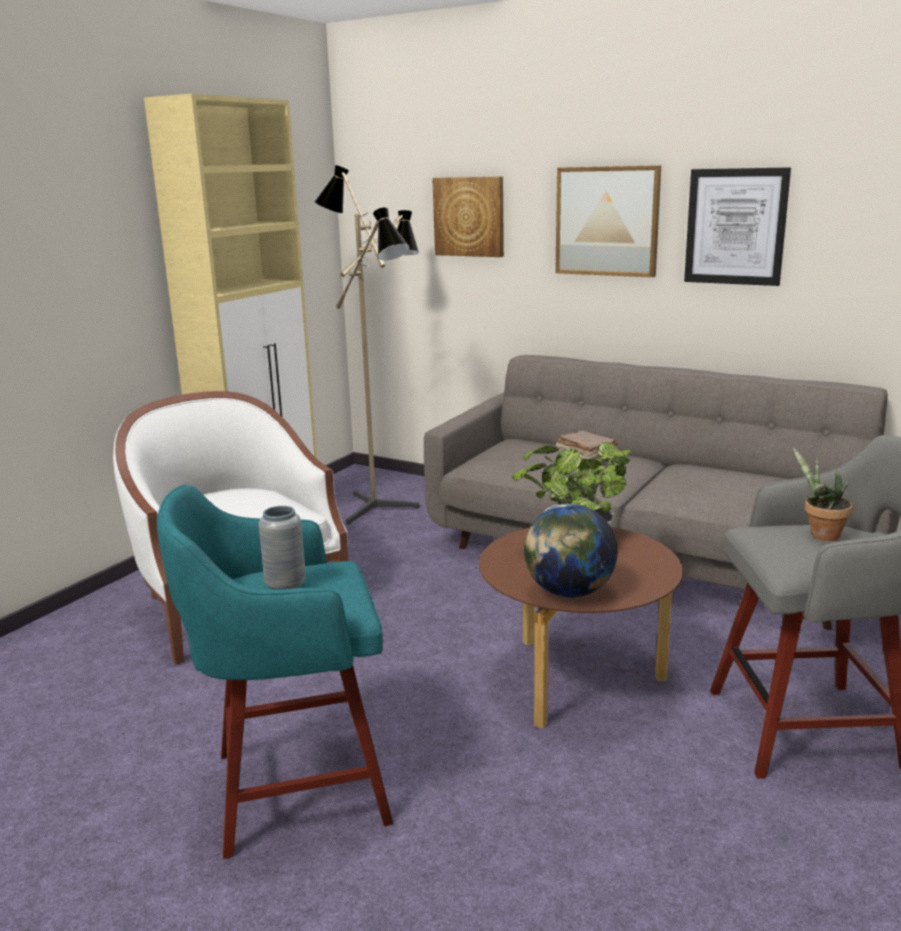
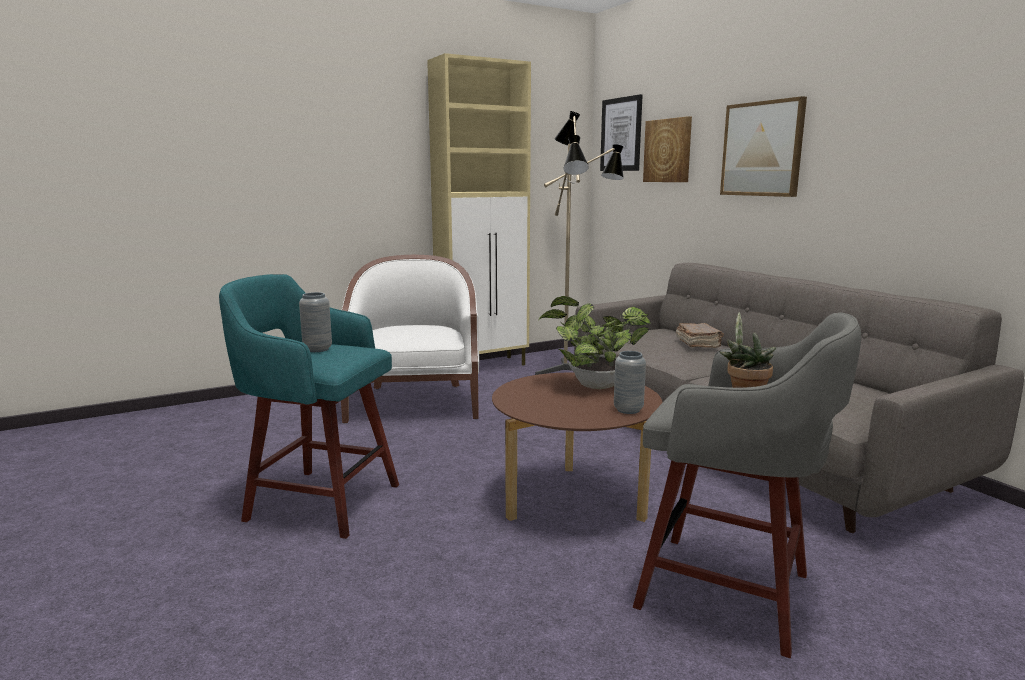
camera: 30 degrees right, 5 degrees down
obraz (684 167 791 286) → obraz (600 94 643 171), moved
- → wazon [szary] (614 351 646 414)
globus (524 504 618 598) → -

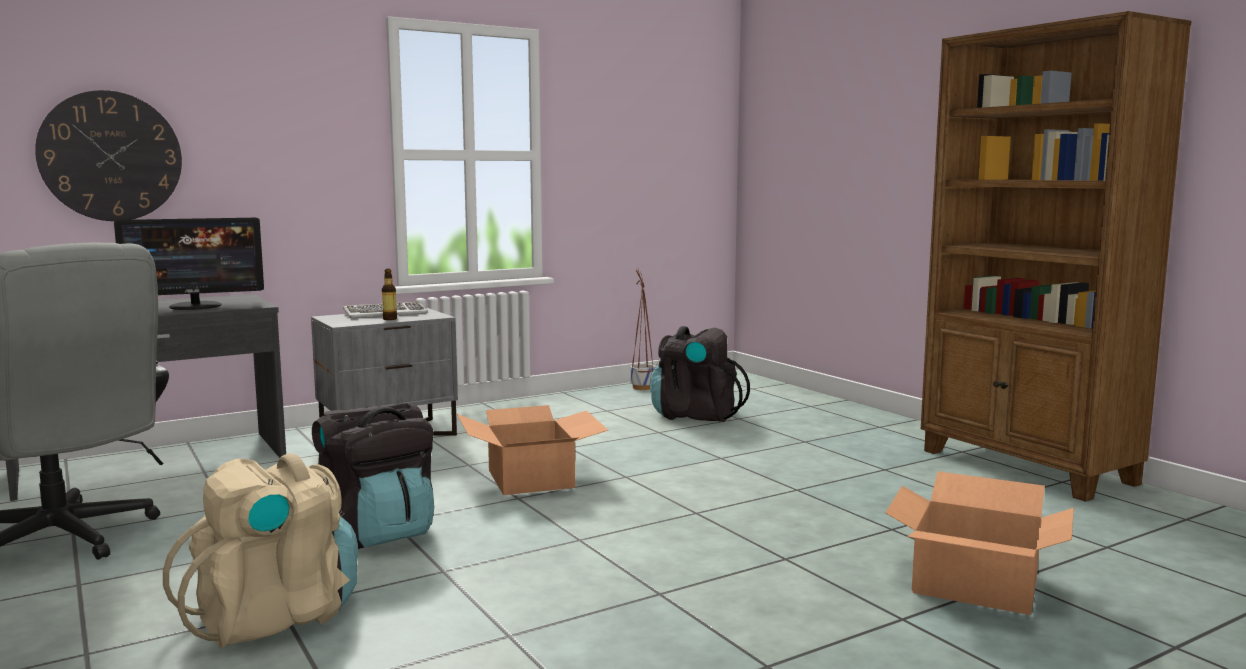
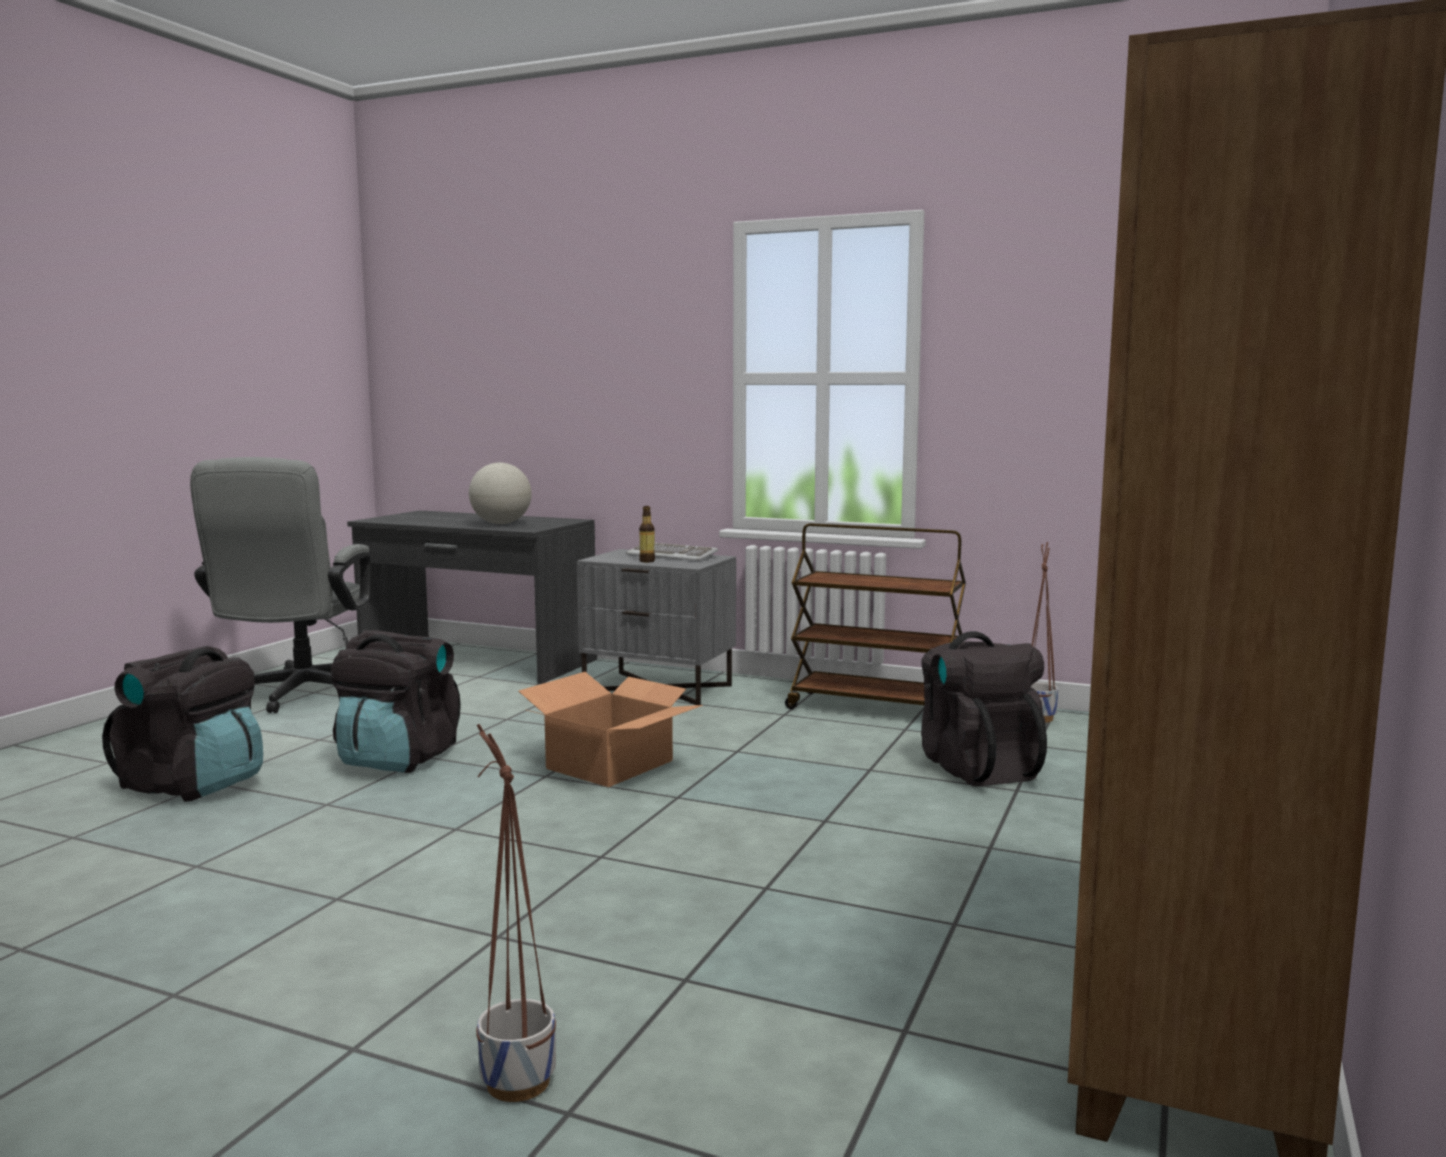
camera: 55 degrees right, 0 degrees up
plecak [beżowy] (163 453 358 648) → plecak [czarny] (102 646 263 802)
monitor (114 218 264 310) → globus (469 463 532 524)
karton (885 471 1074 615) → donica (476 724 556 1102)
- → wózek [brązowy] (785 523 966 709)
zegar ścienny (35 90 182 221) → -

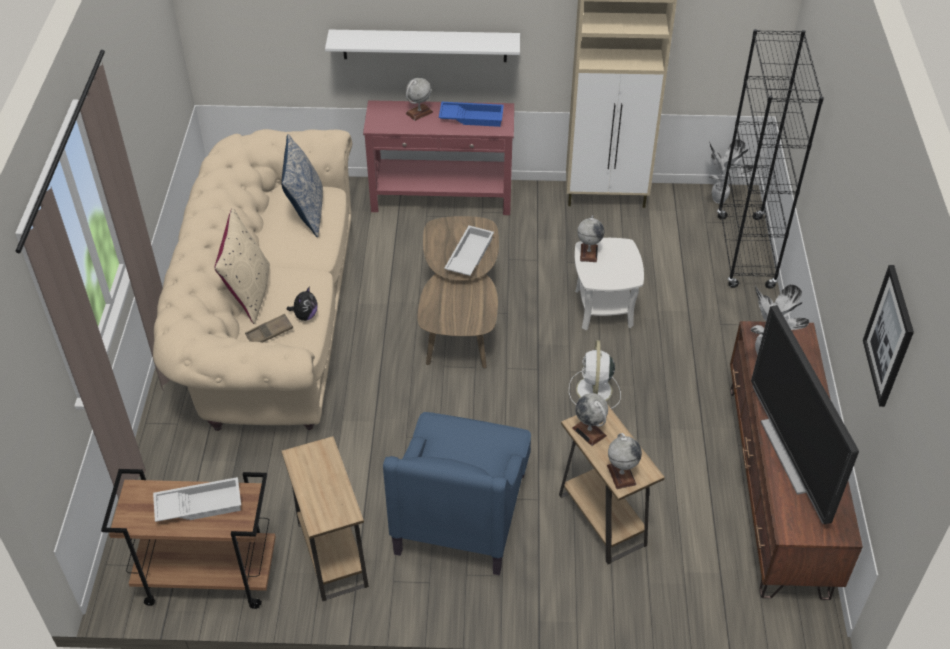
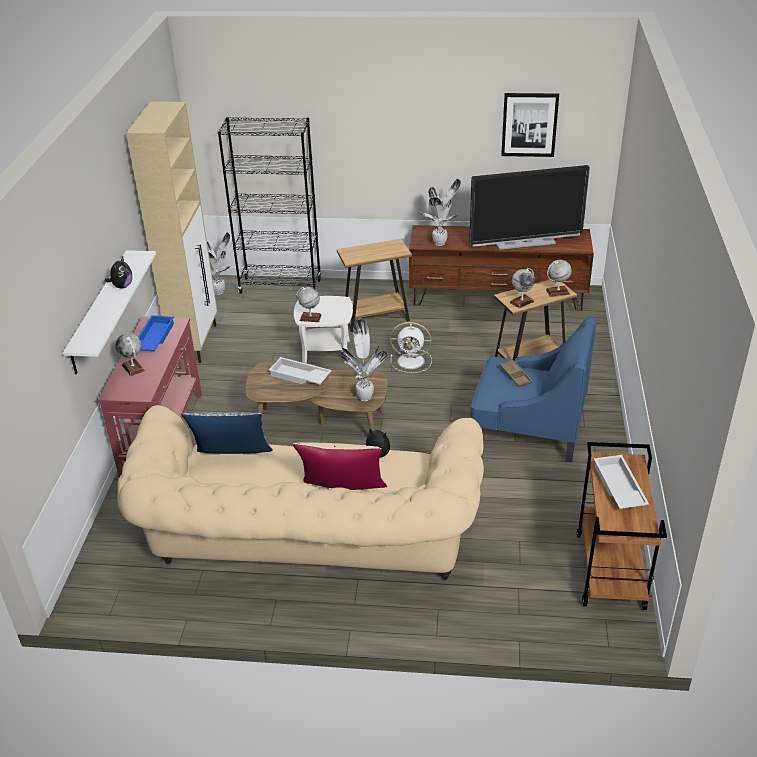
camera: 85 degrees left, 10 degrees down
- → pluszak (105 257 132 288)
stolik [brązowy] (281 436 369 601) → stolik [brązowy] (337 238 412 332), moved
- → roślina doniczkowa (340 319 388 401)
taca [brązowy] (245 314 293 343) → taca [brązowy] (499 360 532 387), moved

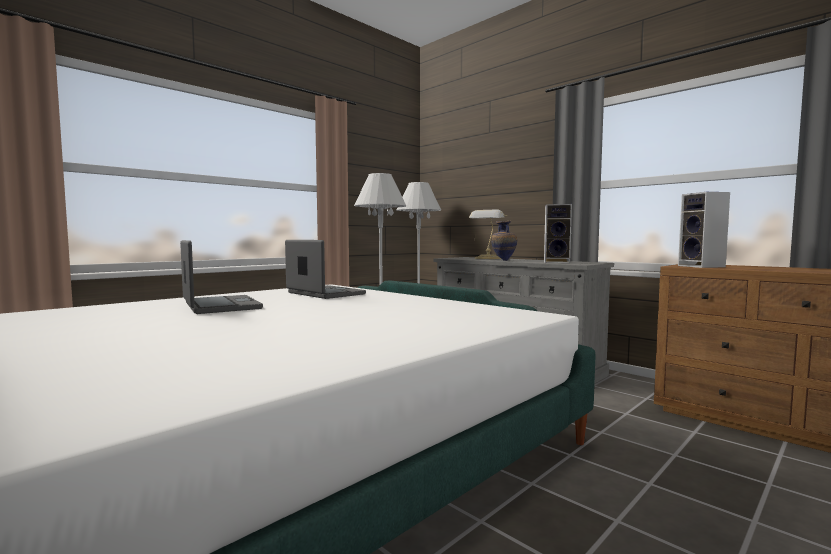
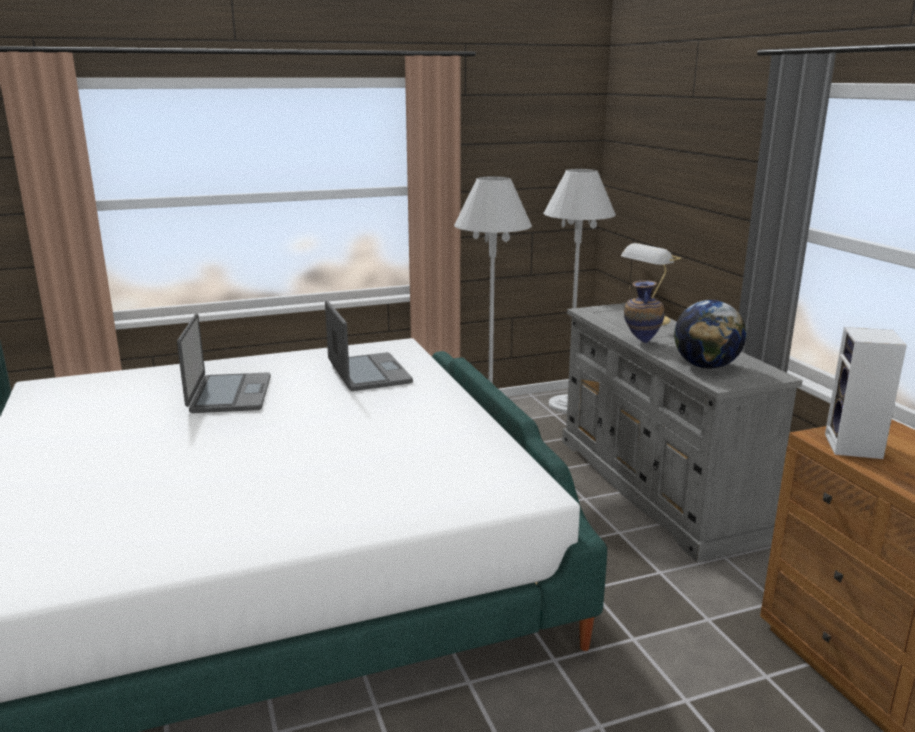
camera: 25 degrees right, 15 degrees up
głośnik (544 204 572 263) → globus (674 300 746 369)

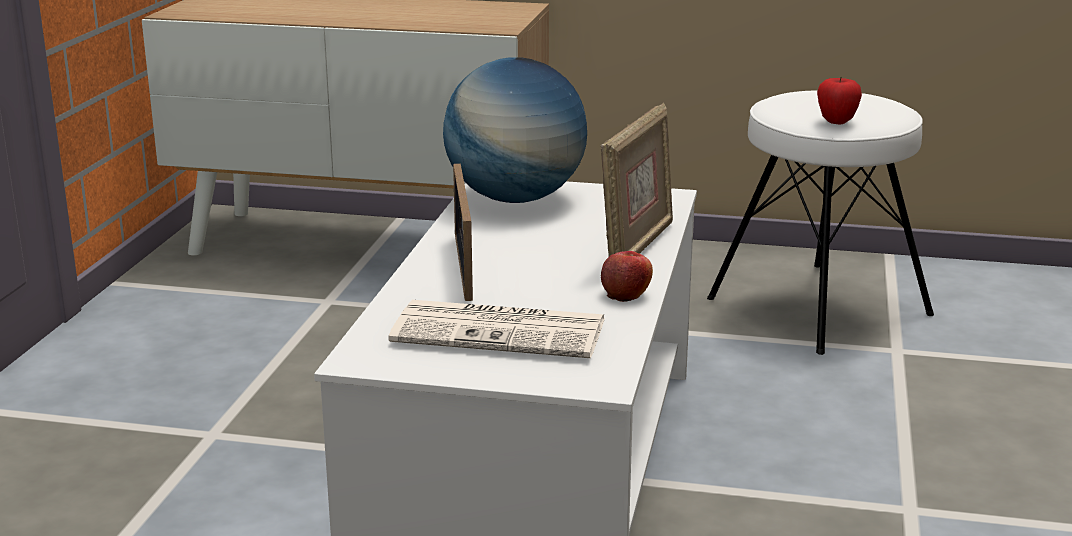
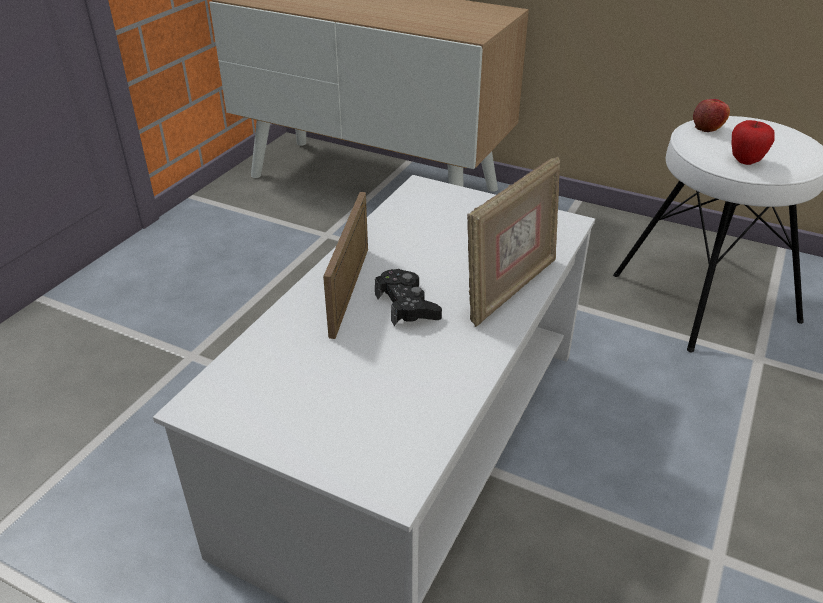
camera: 15 degrees right, 15 degrees up
- → pad do gier [czarny] (375 269 442 326)
jabłko (601 251 653 302) → jabłko (693 99 730 132), moved
gazeta (389 300 605 358) → -
globus (443 57 587 203) → -

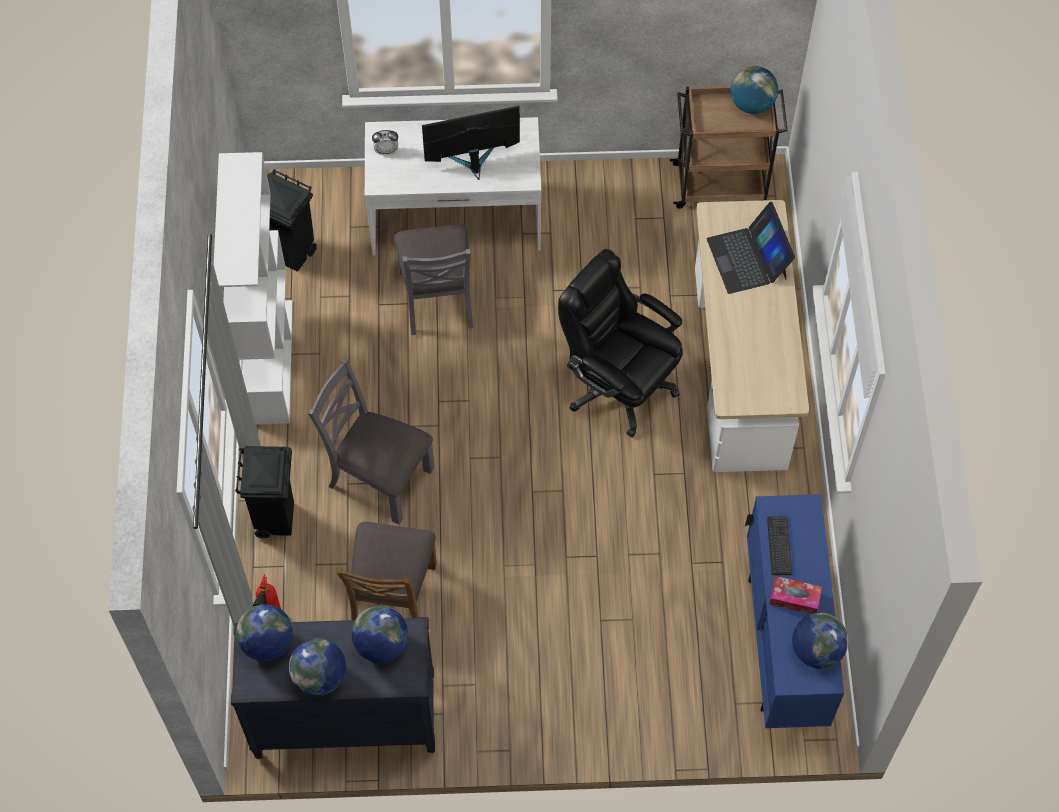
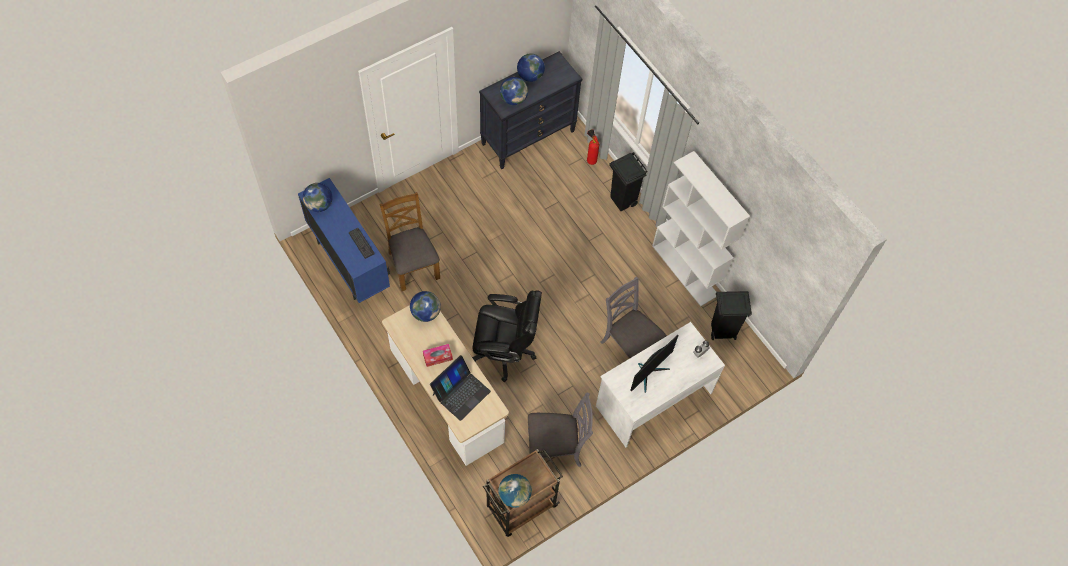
camera: 145 degrees right, 0 degrees up
krzesło [brązowy] (336 522 437 620) → krzesło [brązowy] (379 192 440 291), moved
globus (236 604 293 661) → globus (410 291 441 322), moved
pudełko chusteczek (769 576 822 614) → pudełko chusteczek (423 344 453 367), moved
laptop (707 202 795 294) → laptop (430 355 491 421), 90 degrees clockwise
krzesło [szary] (308 358 434 525) → krzesło [szary] (528 393 593 467), moved

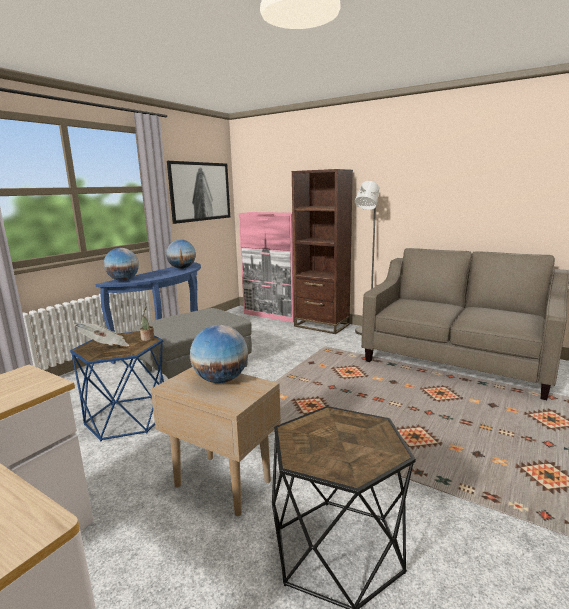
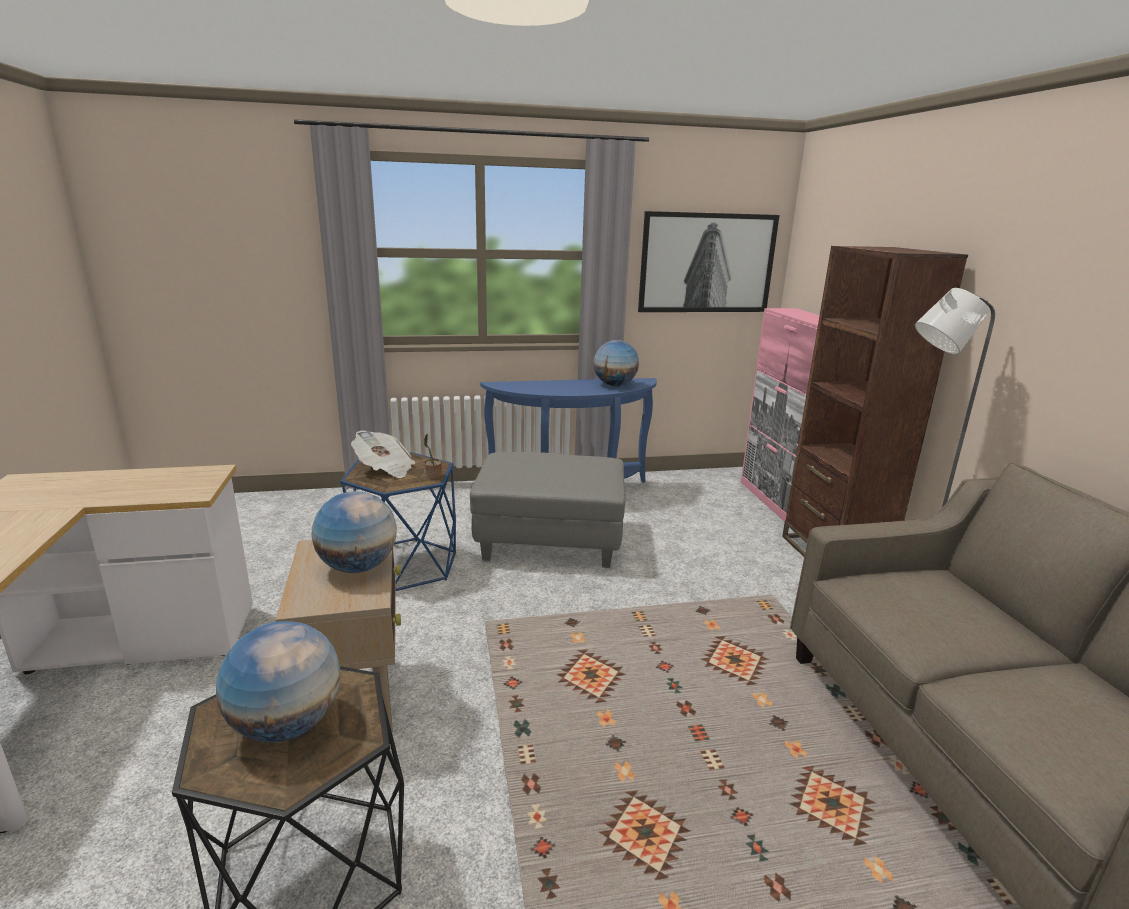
camera: 45 degrees right, 5 degrees up
globus (104 248 139 281) → globus (216 621 340 742), moved

